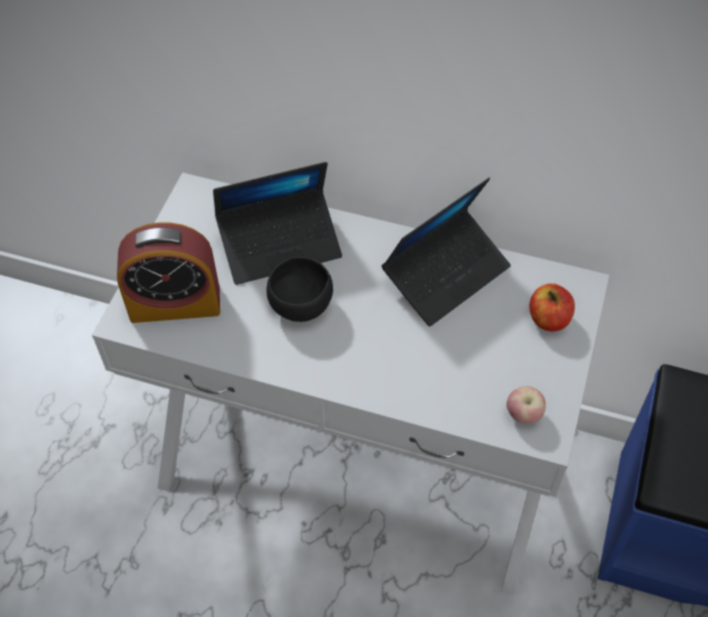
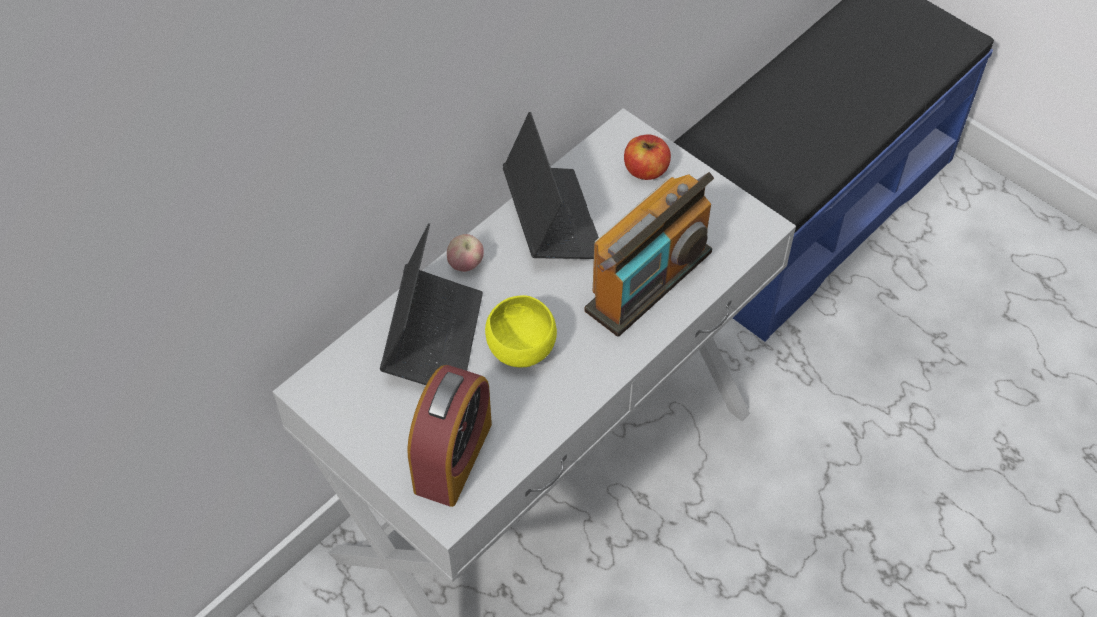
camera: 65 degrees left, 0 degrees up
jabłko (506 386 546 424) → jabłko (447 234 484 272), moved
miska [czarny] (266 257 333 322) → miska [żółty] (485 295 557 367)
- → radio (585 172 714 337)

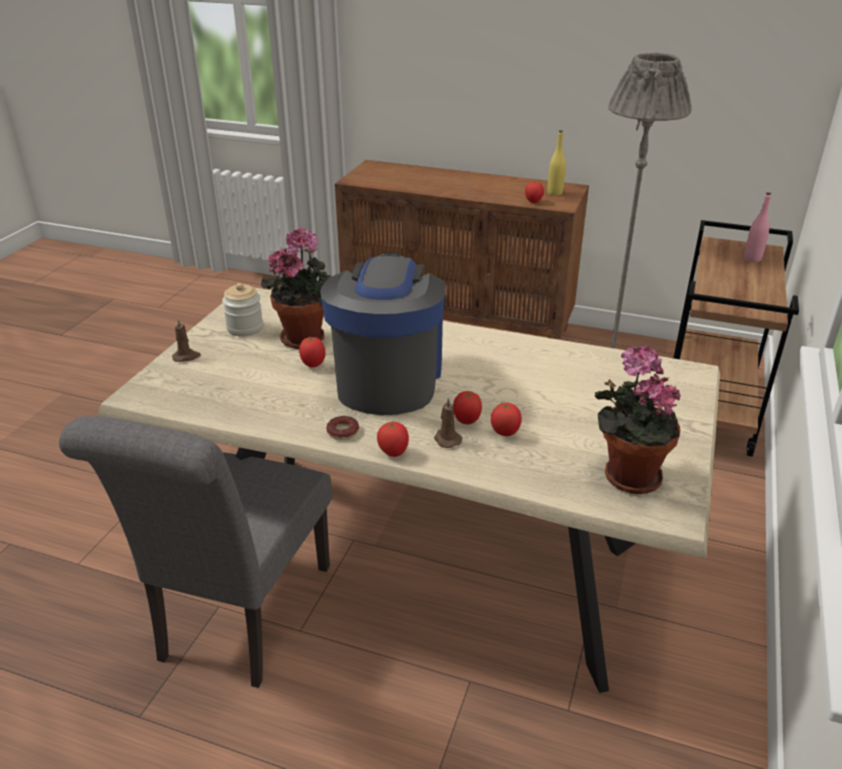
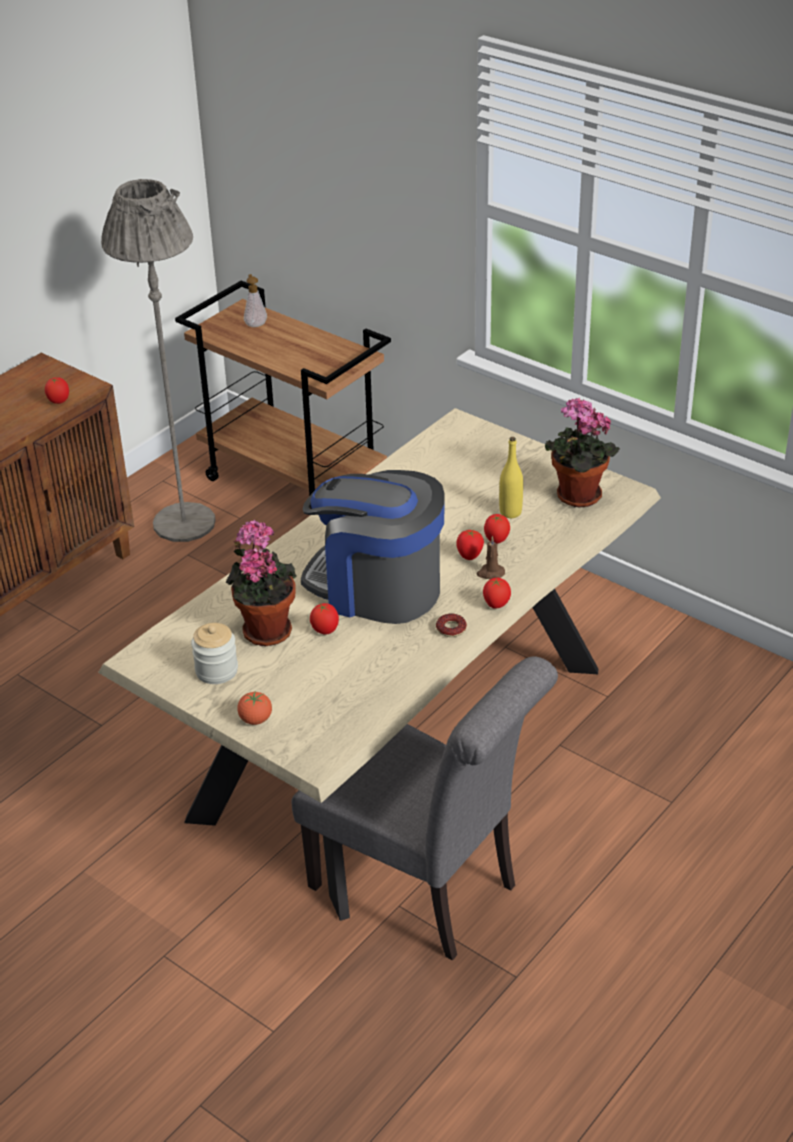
camera: 70 degrees left, 5 degrees up
świeca [brązowy] (172 318 201 362) → pomidor (237 692 272 725)
butelka [różowy] (744 192 771 262) → dozownik mydła (244 274 267 327)
butelka [żółty] (548 130 566 196) → butelka [żółty] (499 437 523 518), moved

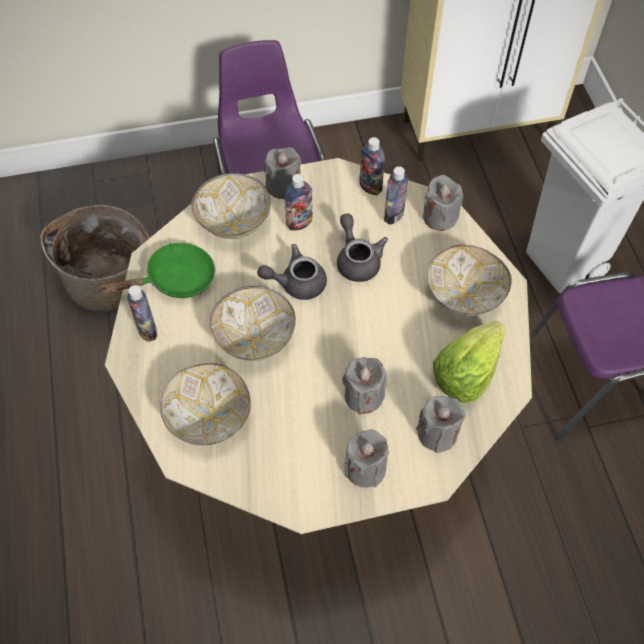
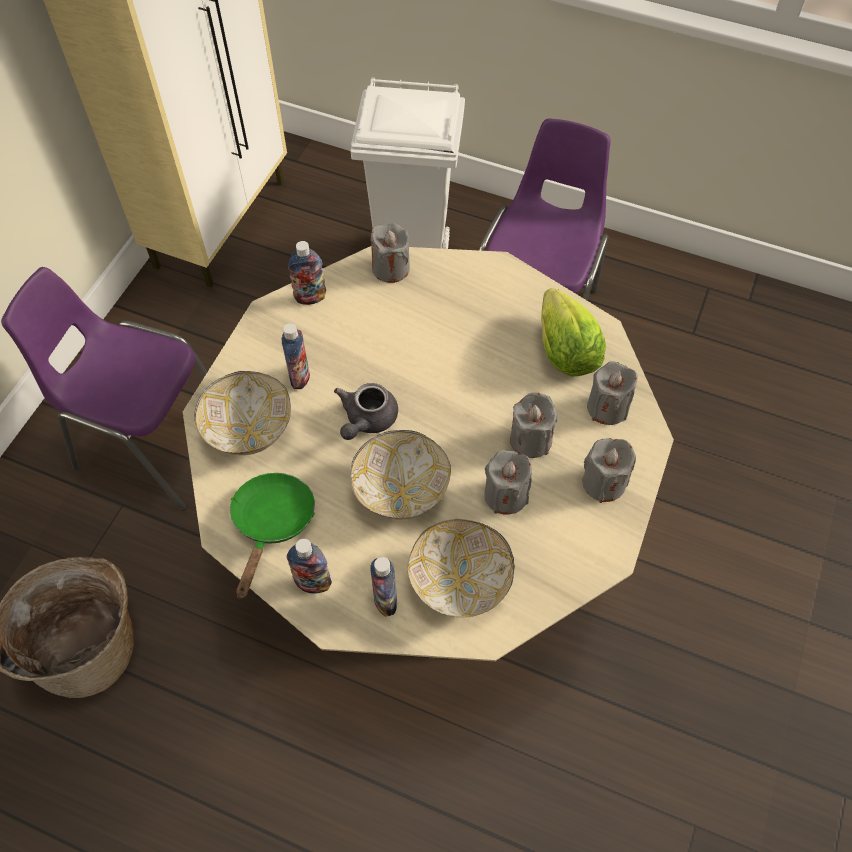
camera: 55 degrees left, 0 degrees up
butelka (384 166 408 225) → butelka (370 557 397 617), moved
świeca [szary] (264 147 301 199) → świeca [szary] (484 450 532 515), moved
imbryk [szary] (337 214 388 282) → -
miska (427 245 512 316) → -

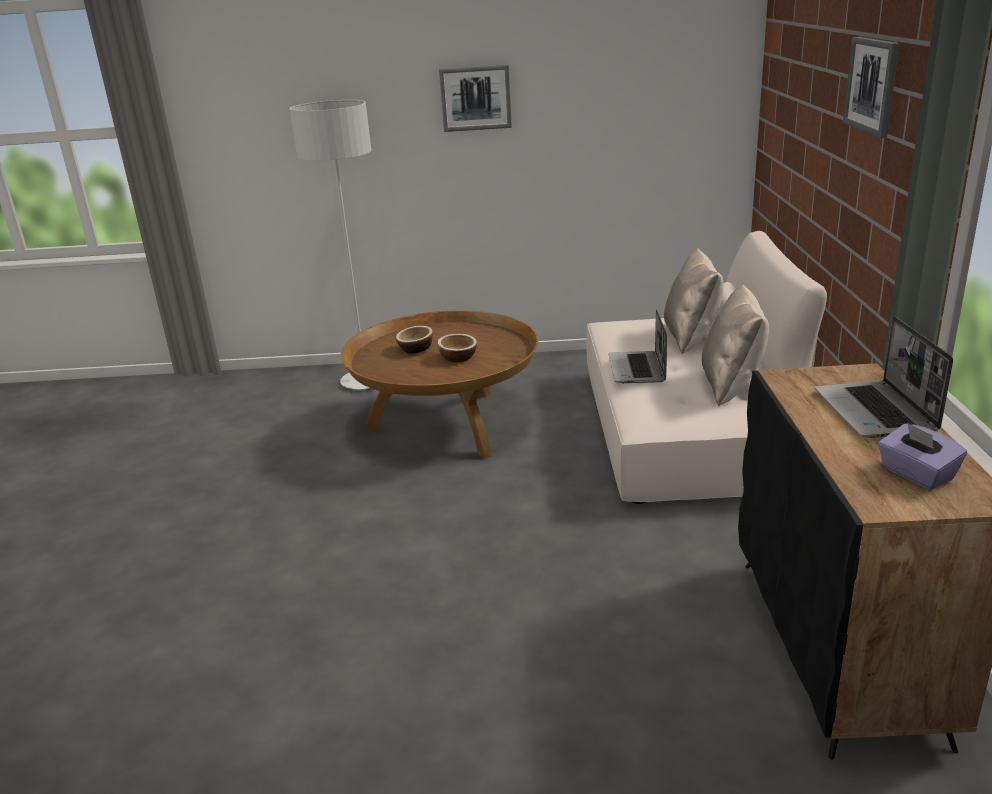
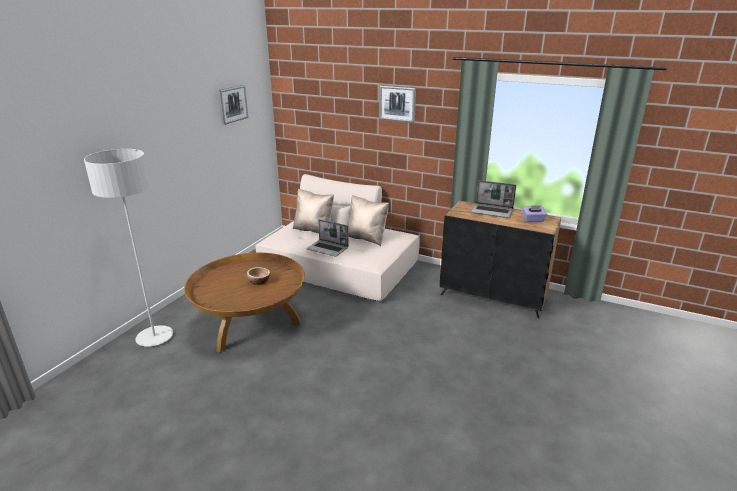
camera: 65 degrees left, 0 degrees up
obraz (439 65 512 132) → obraz (218 85 248 125), moved
miska (396 326 433 354) → -

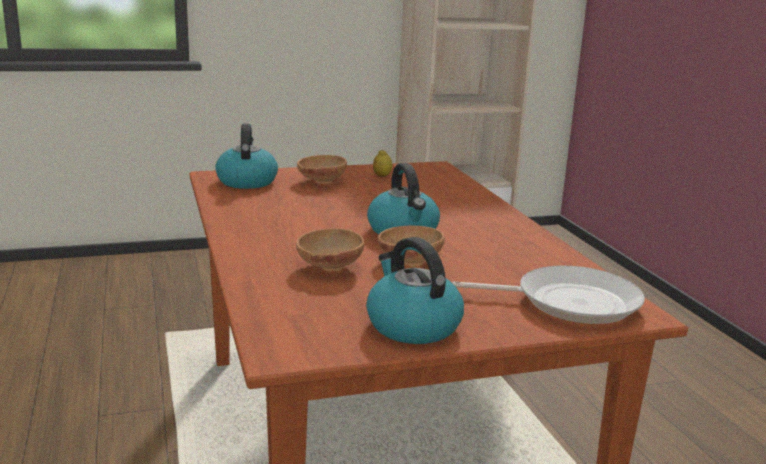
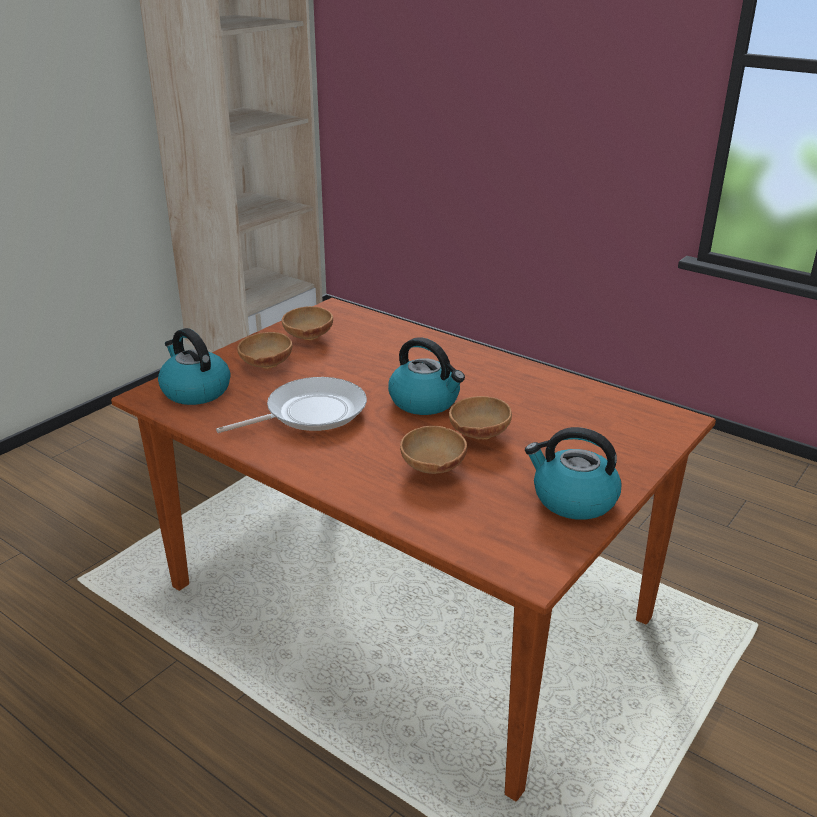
camera: 35 degrees left, 10 degrees up
patelnia (452 265 645 324) → patelnia (216 377 367 433), moved
cytryna (373 150 392 177) → miska [brązowy] (282 306 333 340)

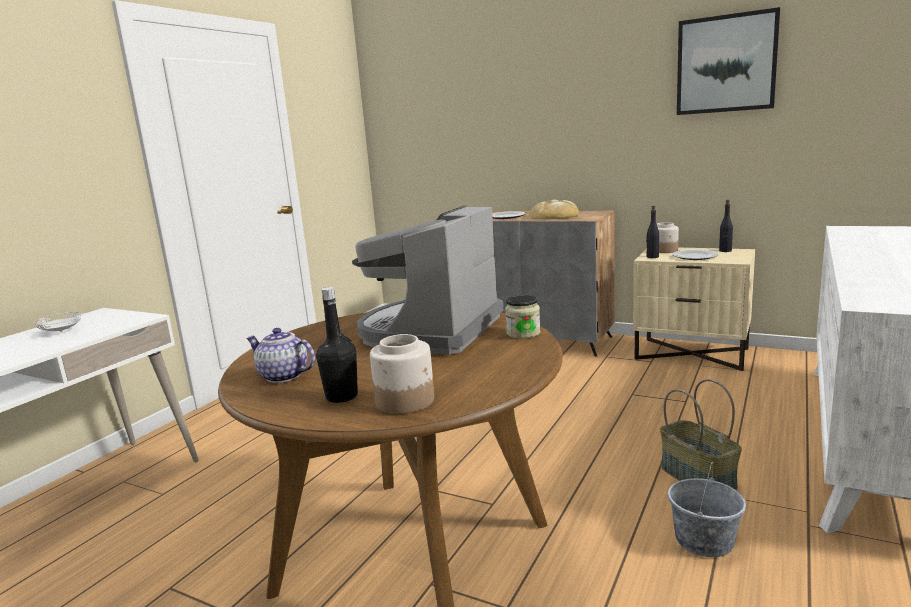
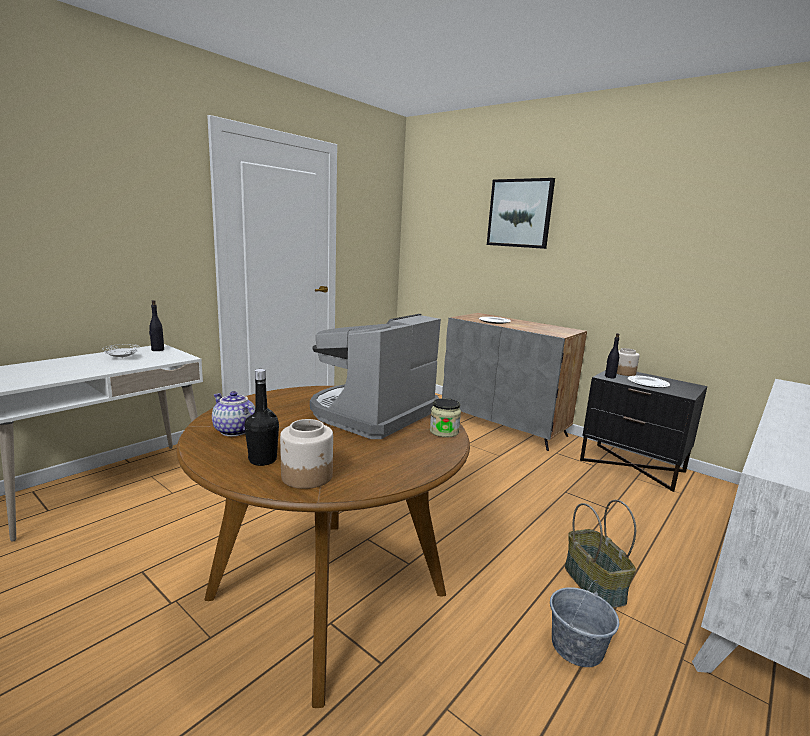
camera: 10 degrees right, 0 degrees up
butelka [czarny] (719 200 733 252) → butelka [czarny] (149 300 164 351), moved
obraz (677 7 780 115) → obraz (487 178 555 249), moved
szafka nocna [beżowy] (633 248 755 371) → szafka nocna [czarny] (580 370 707 492)
chleb (530 200 579 219) → -

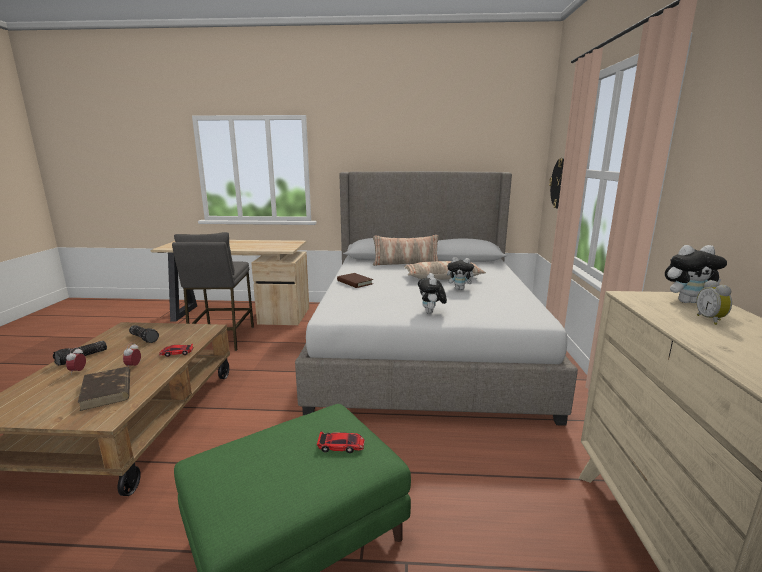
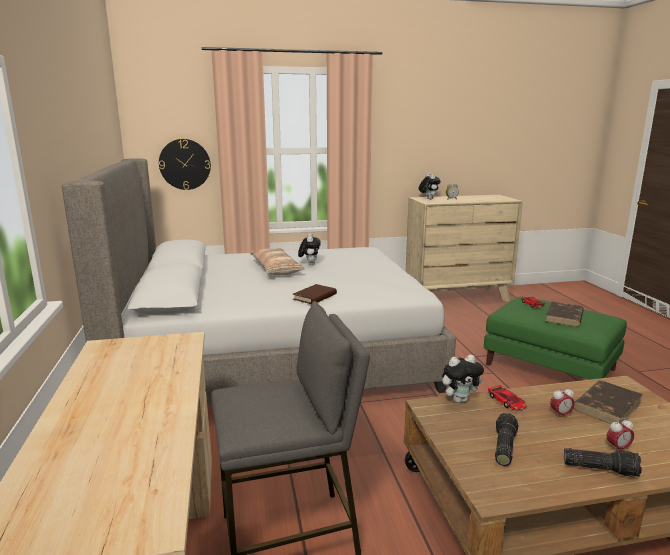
camera: 105 degrees left, 0 degrees up
pluszak (418 273 447 314) → pluszak (442 355 484 403), moved
- → książka [brązowy] (545 302 584 327)
poduszka (373 235 439 266) → -

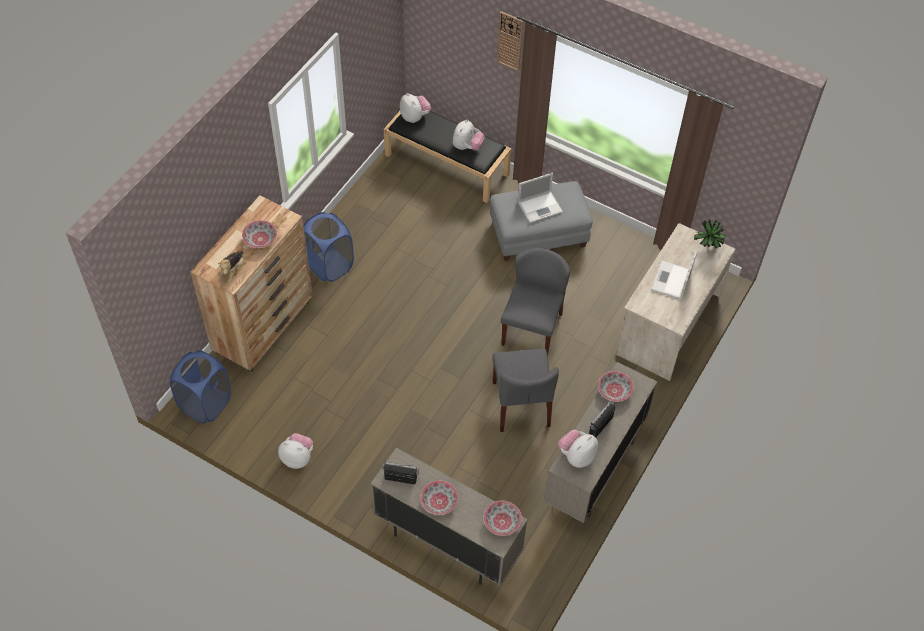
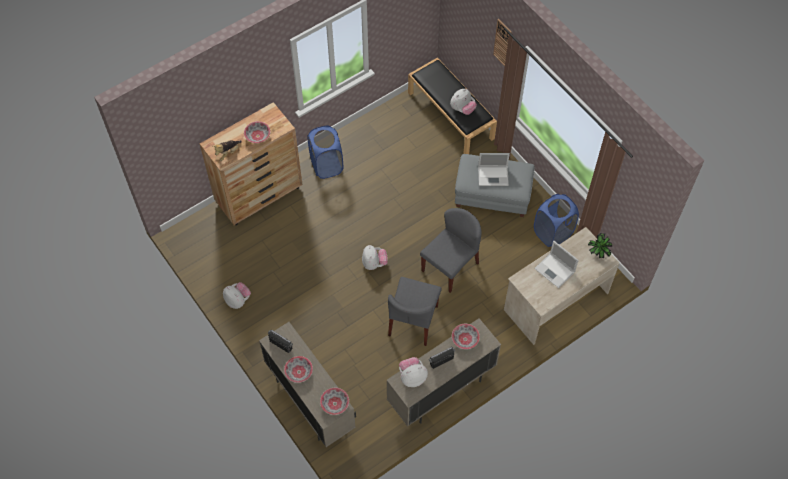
camera: 25 degrees right, 5 degrees up
pluszak (400 93 431 123) → pluszak (362 245 388 270), moved
kosz na pranie [niebieski] (170 350 231 424) → kosz na pranie [niebieski] (534 194 579 247), moved
laptop (651 251 697 299) → laptop (534 241 579 288), 90 degrees counterclockwise

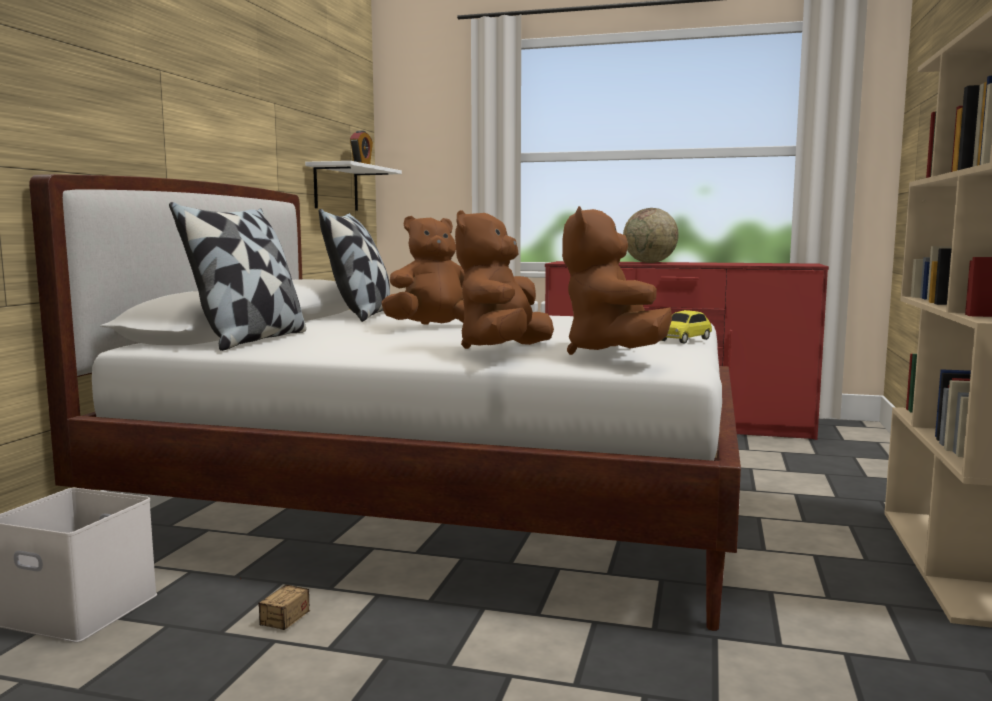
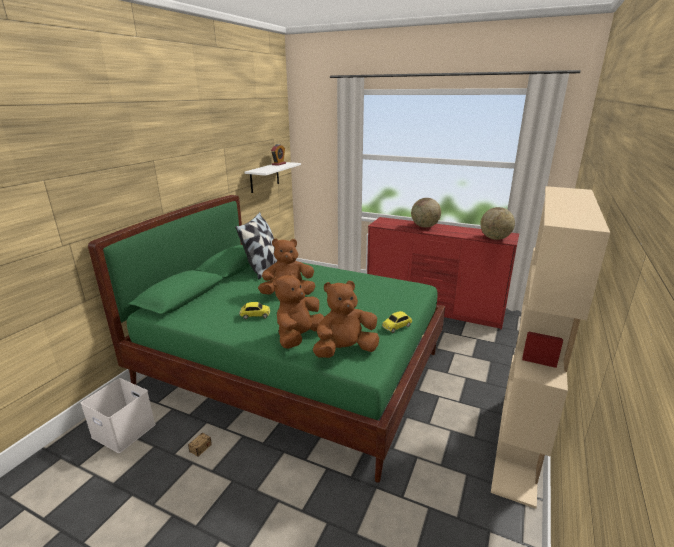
camera: 10 degrees right, 15 degrees up
łóżko [biały] (29 174 741 631) → łóżko [zielony] (88 195 445 483)
- → samochodzik (239 302 270 319)
pluszak [brązowy] (562 206 672 355) → pluszak [brązowy] (313 281 379 358), 60 degrees clockwise
- → globus (480 207 515 240)
poduszka (169 202 306 351) → -

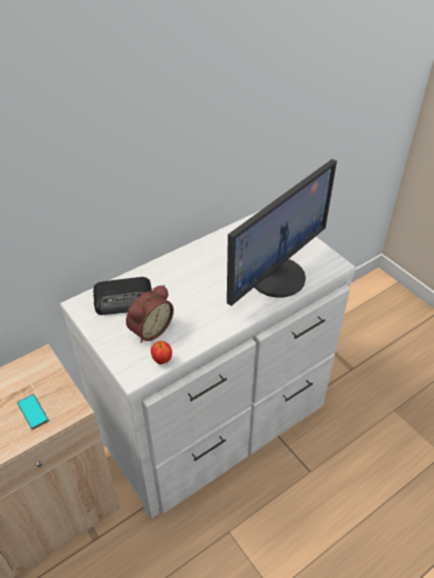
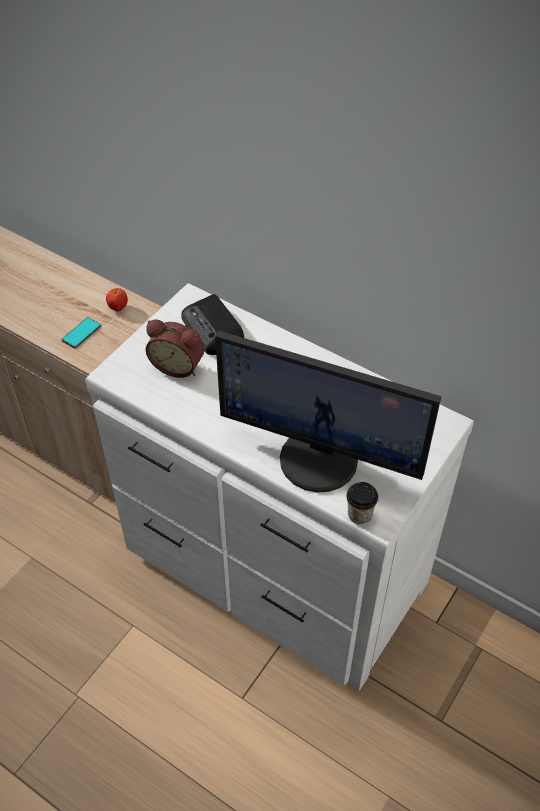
camera: 70 degrees right, 5 degrees up
jabłko (151 341 172 364) → jabłko (106 288 128 312), moved
- → filiżanka (346 482 378 525)

